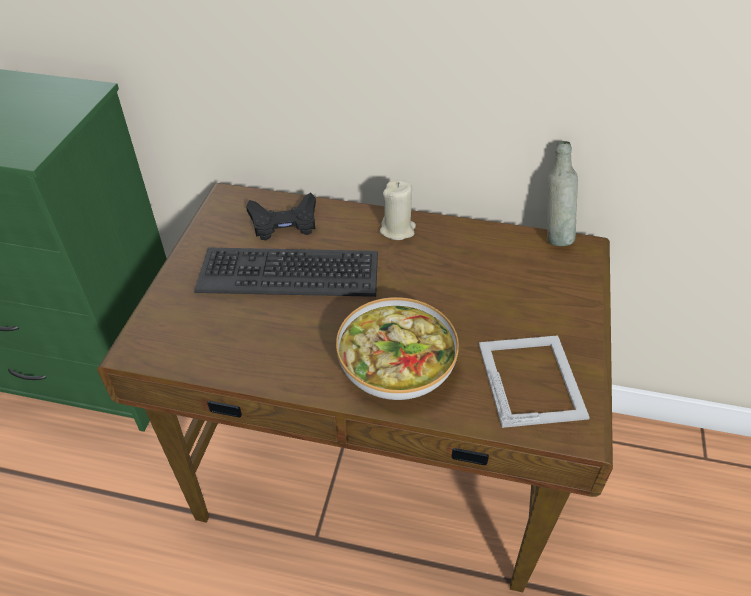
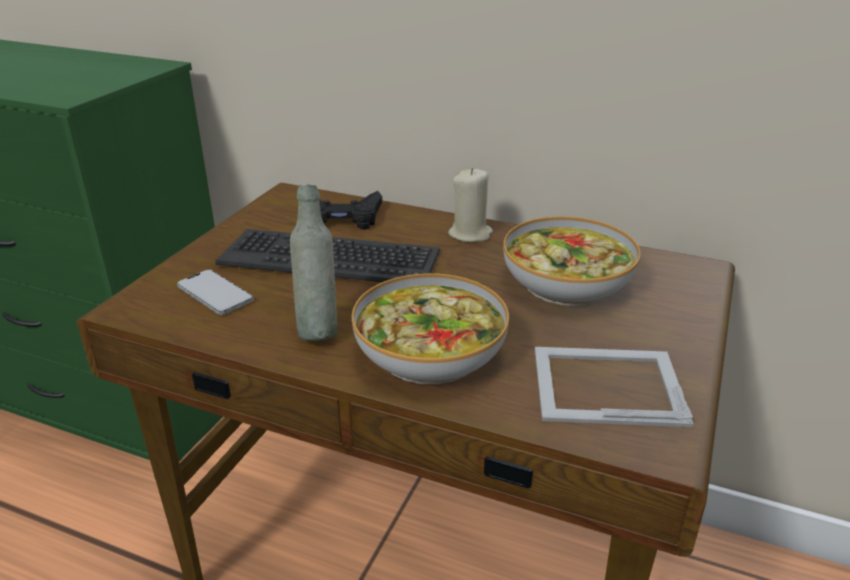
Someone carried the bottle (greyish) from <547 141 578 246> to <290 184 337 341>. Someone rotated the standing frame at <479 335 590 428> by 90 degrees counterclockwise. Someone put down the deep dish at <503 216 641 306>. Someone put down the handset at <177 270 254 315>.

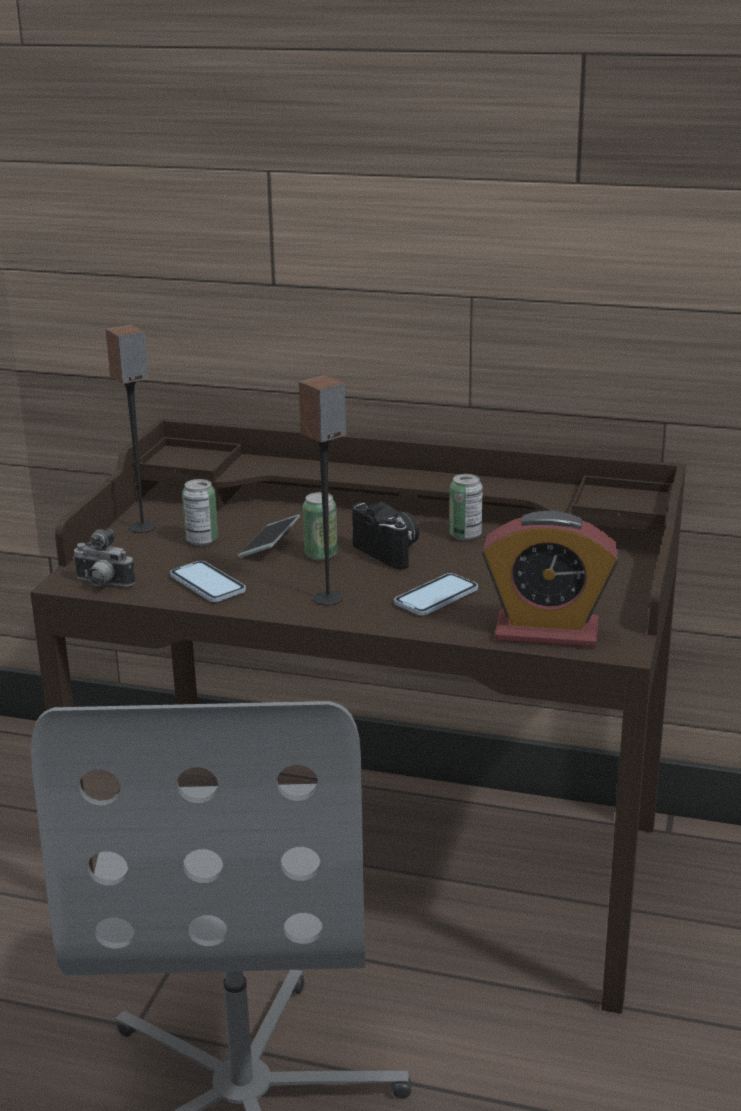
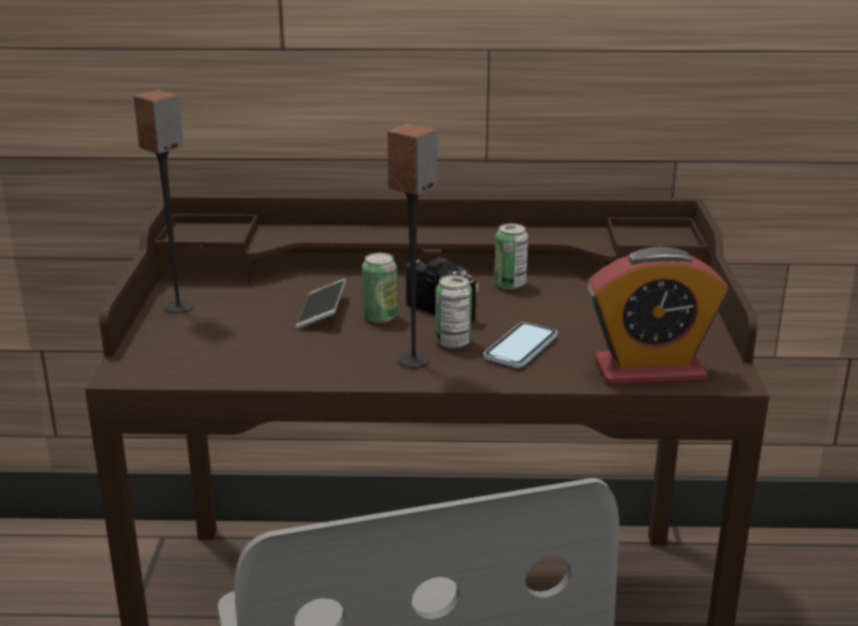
Someone carried the metal can from <182 479 218 546> to <435 275 472 349>. Someone took away the photo camera at <73 529 135 587>. Someone took away the handset at <170 561 246 602>.

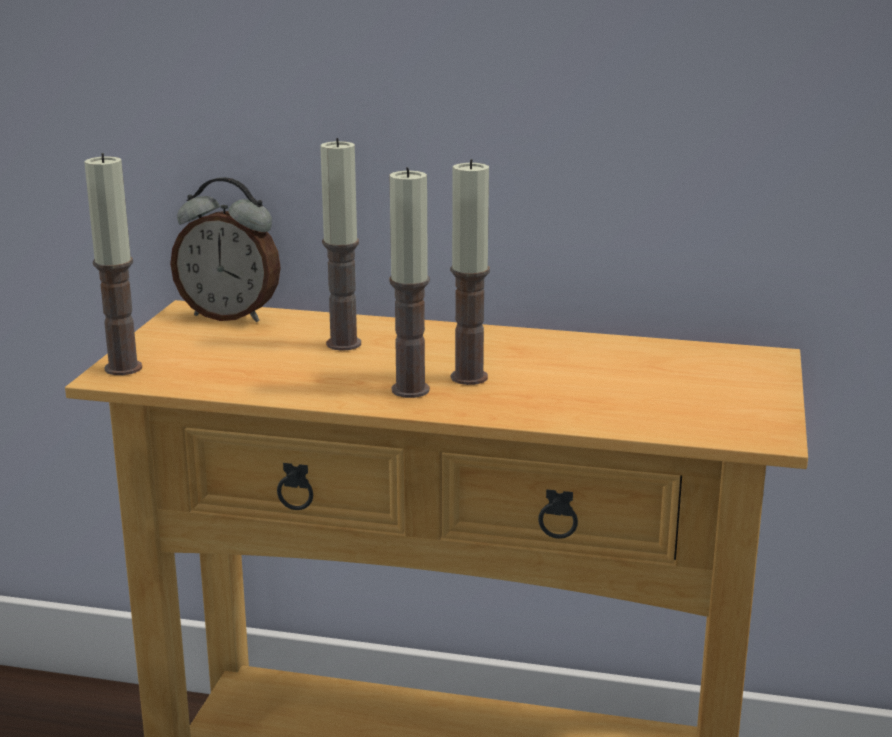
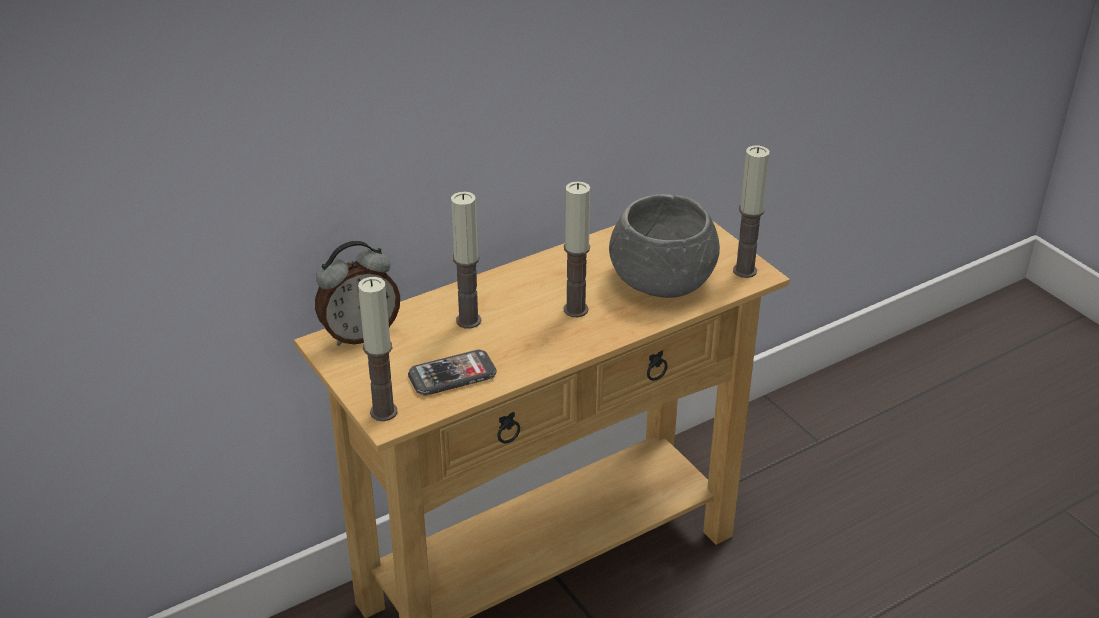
Someone carried the wax candle from <389 167 430 398> to <733 146 770 278>. Someone put down the deep dish (greyish) at <609 194 720 298>. Someone put down the handset at <408 350 497 396>.

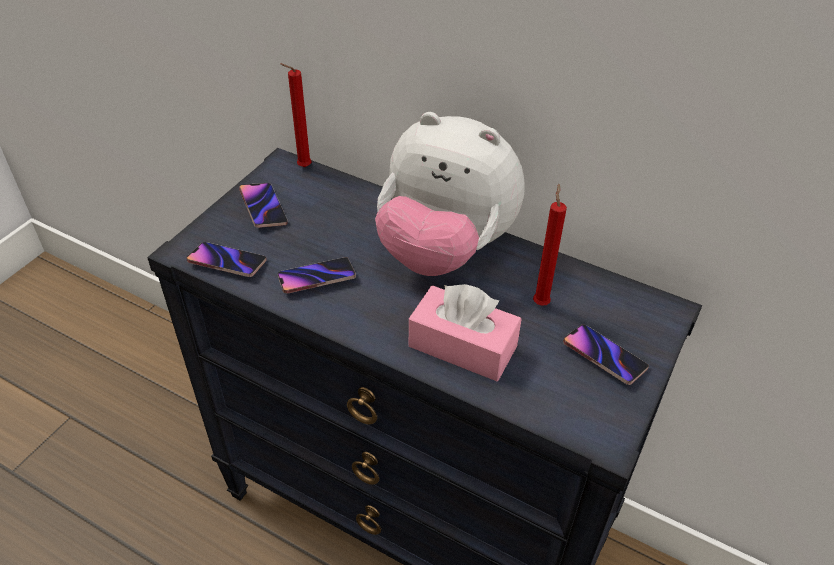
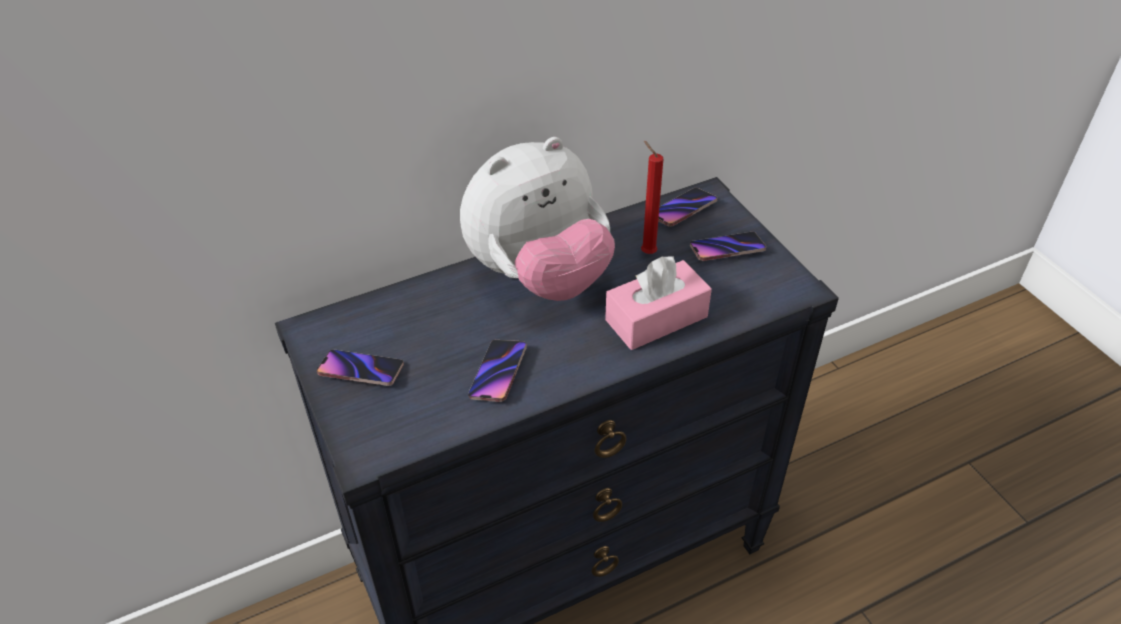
Someone took away the wax candle (red) at <280 63 312 167>. Someone carried the handset from <187 242 267 277> to <658 188 717 227>.

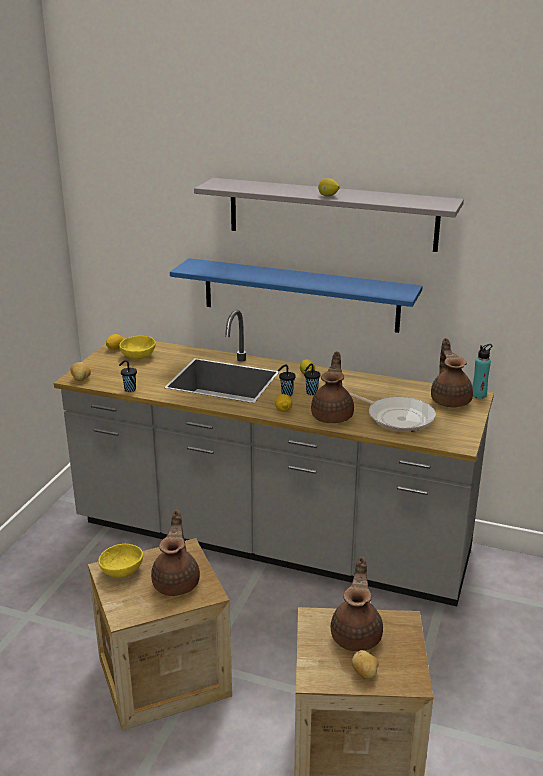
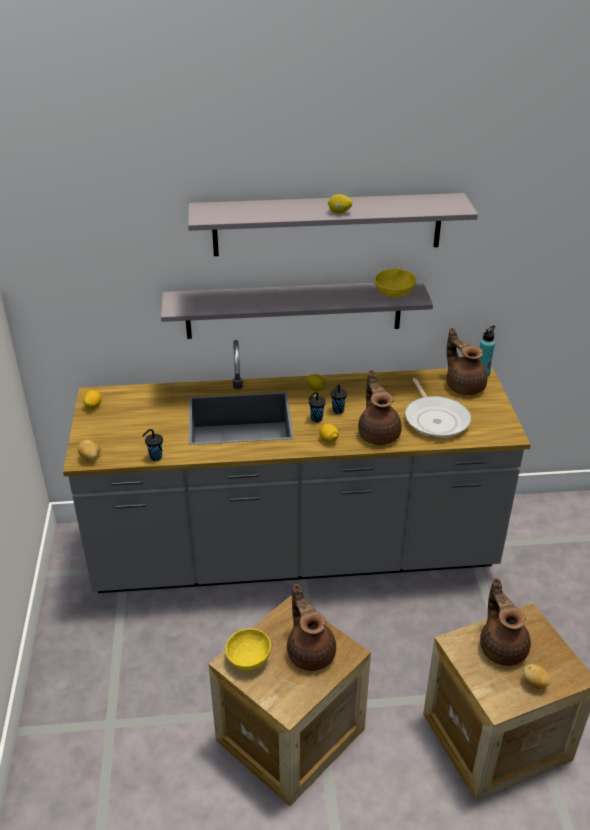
Someone repainted the shelf (bluish) at <170 258 423 333>, which became the shelf (greyish) at <161 281 433 339>. Someone carried the deep dish (yellowish) from <119 336 156 359> to <375 269 416 298>. Someone rotated the pan at <348 392 436 432> by 60 degrees clockwise.

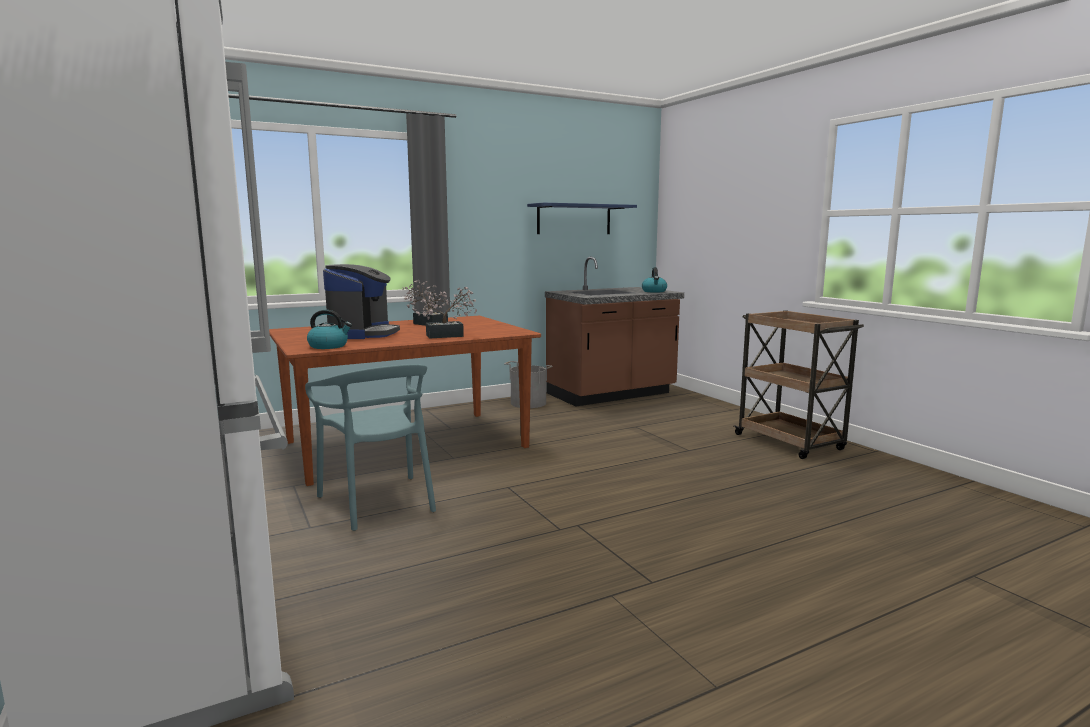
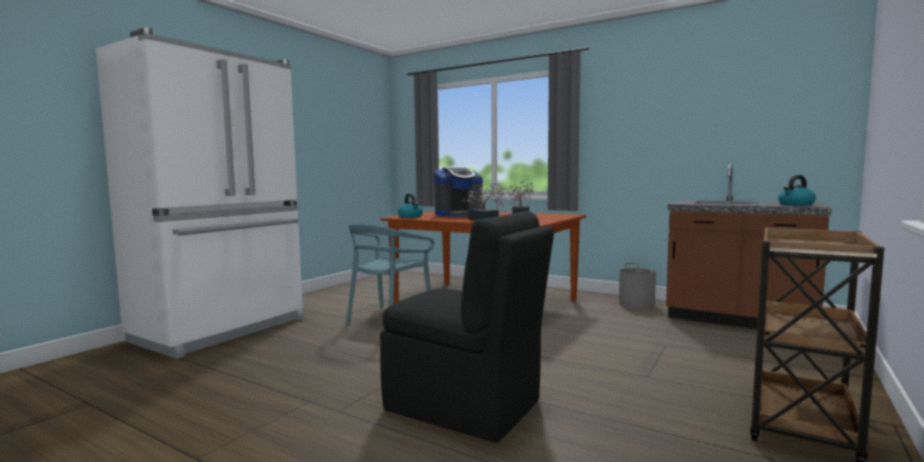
Someone took away the shelf (bluish) at <527 203 637 234>. Someone put down the upright chair (black) at <380 212 554 443>.

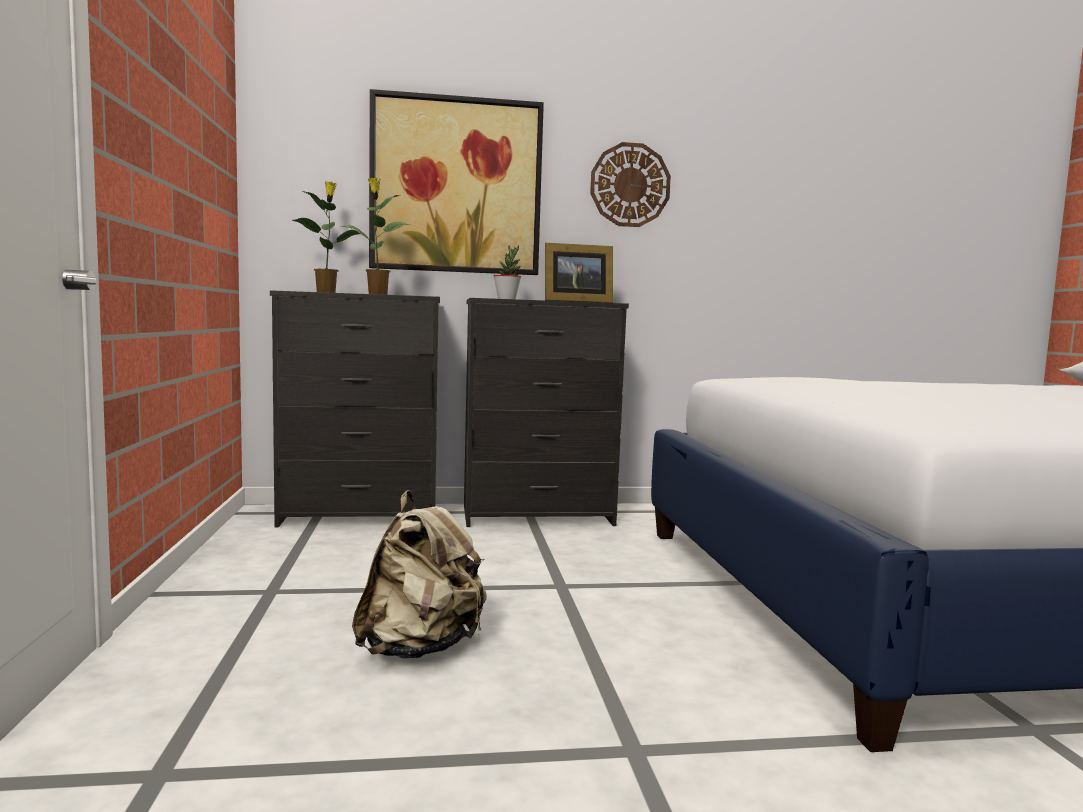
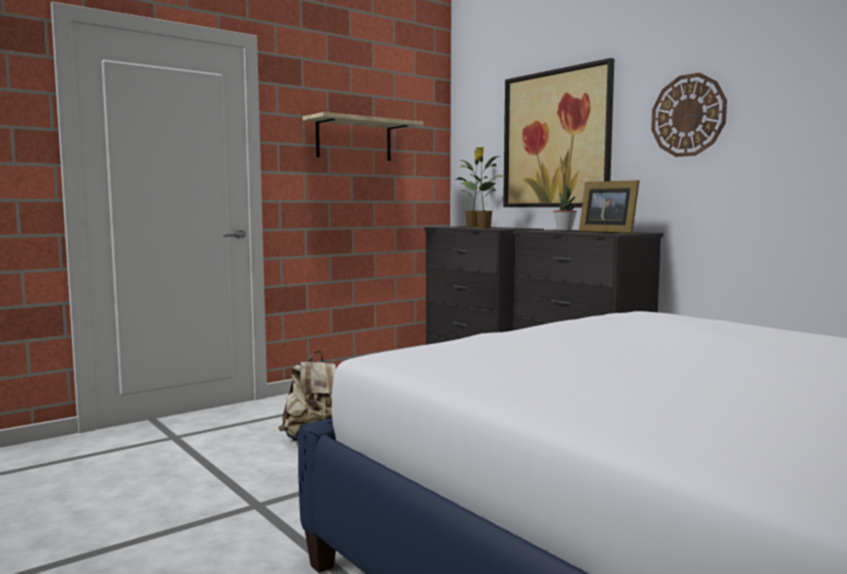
Someone put up the shelf at <303 112 423 161>.

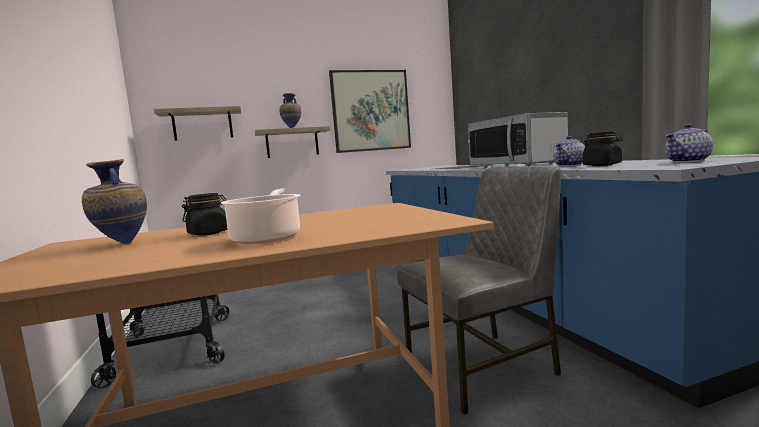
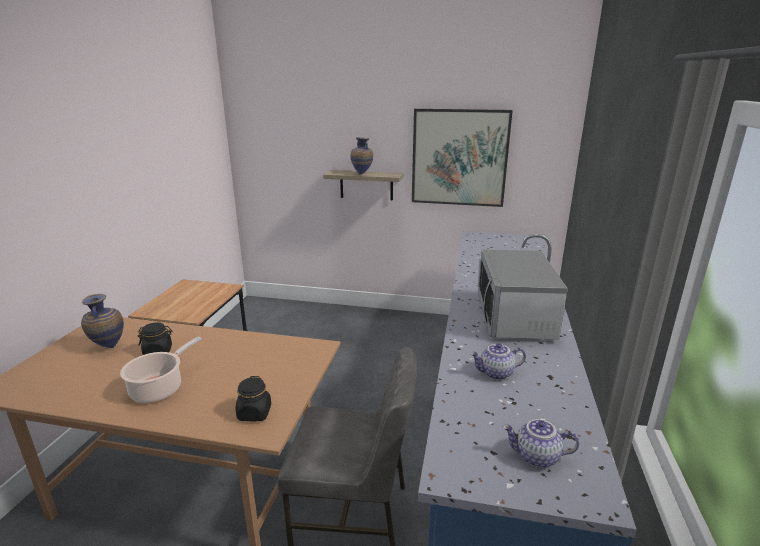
Someone took away the shelf at <154 106 241 141>. Someone carried the jar (black) from <583 131 623 166> to <236 376 271 421>.

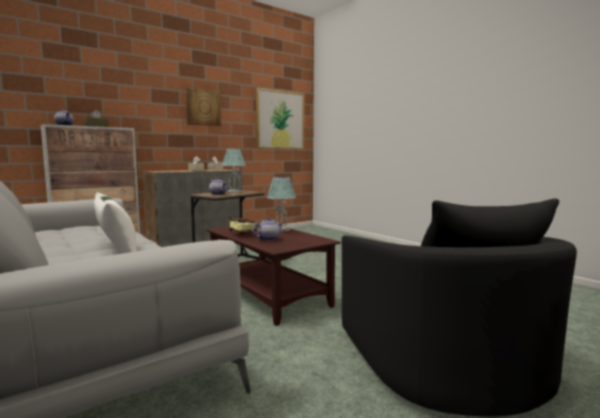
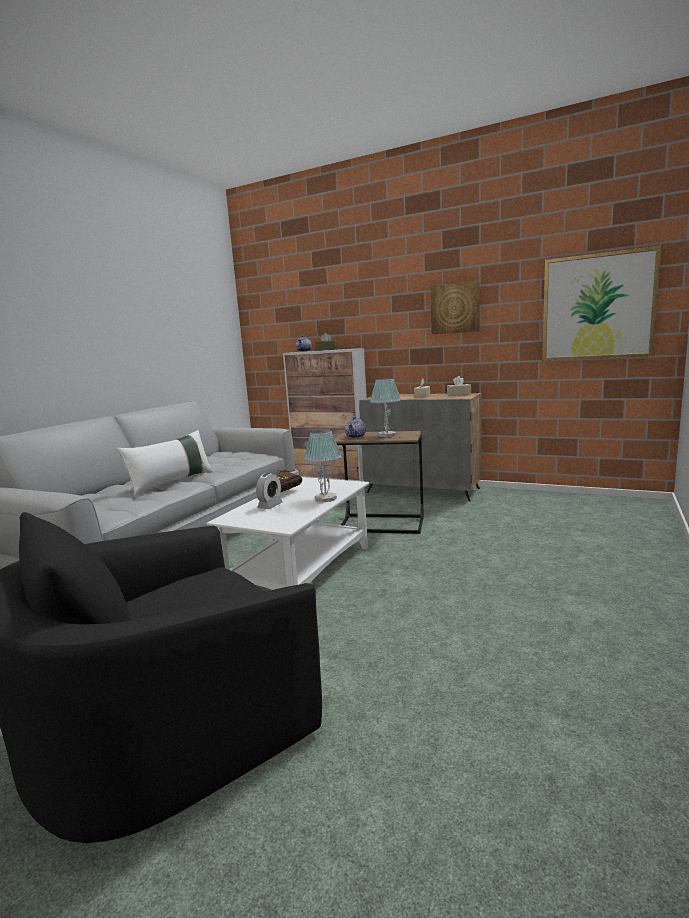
Someone swapped the pot for tea at <252 217 284 241> for the bedside clock at <256 473 283 509>. Someone repainted the low table (brown-coloured) at <206 222 340 326>, which became the low table (white-coloured) at <207 477 369 590>.

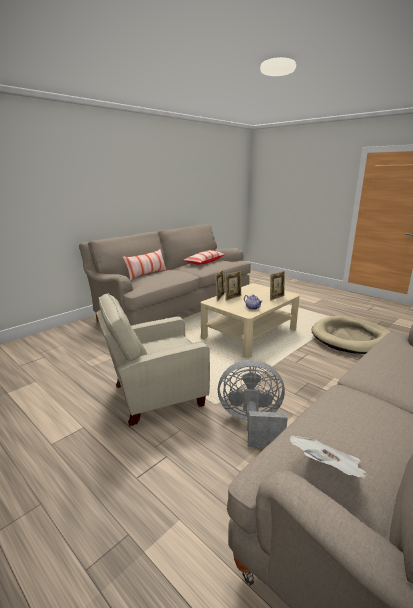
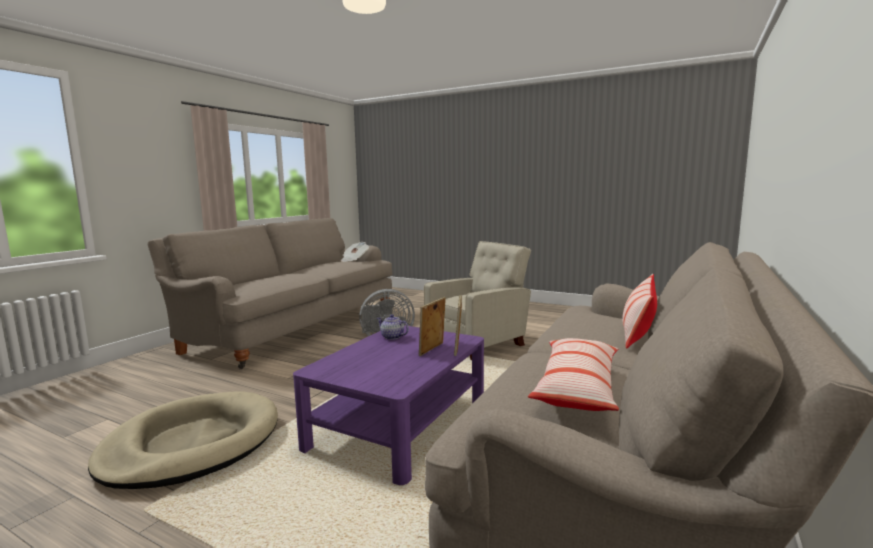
Someone took away the standing frame at <270 271 285 301>. Someone repainted the low table (beige-coloured) at <201 283 300 358>, which became the low table (purplish) at <293 325 484 485>.

